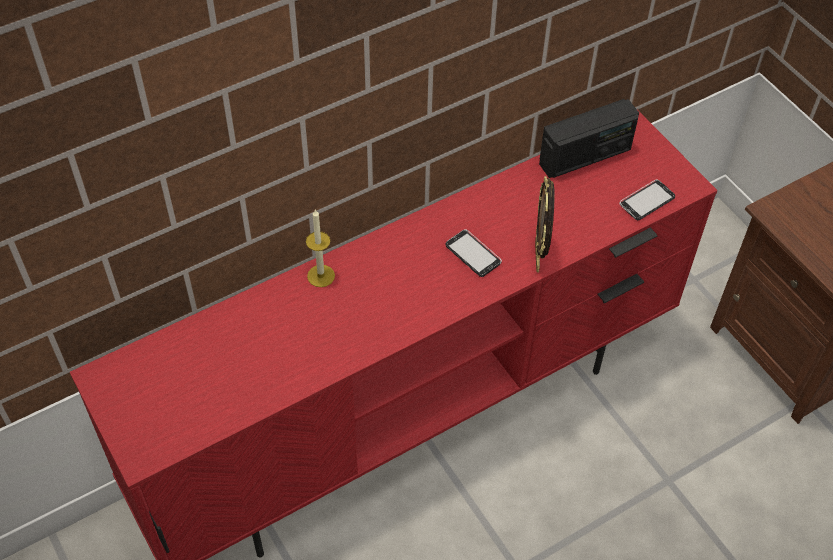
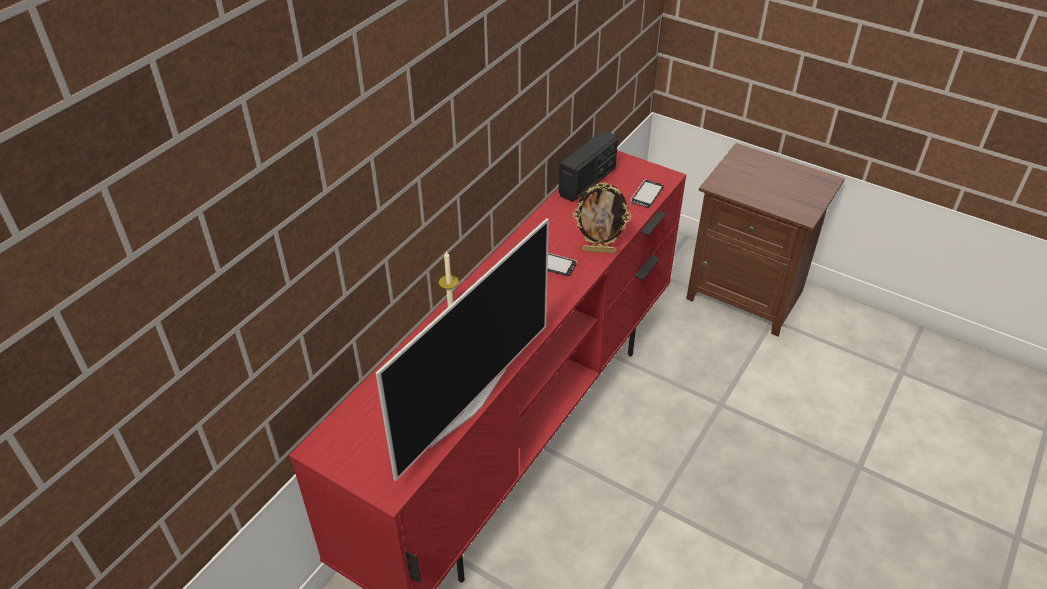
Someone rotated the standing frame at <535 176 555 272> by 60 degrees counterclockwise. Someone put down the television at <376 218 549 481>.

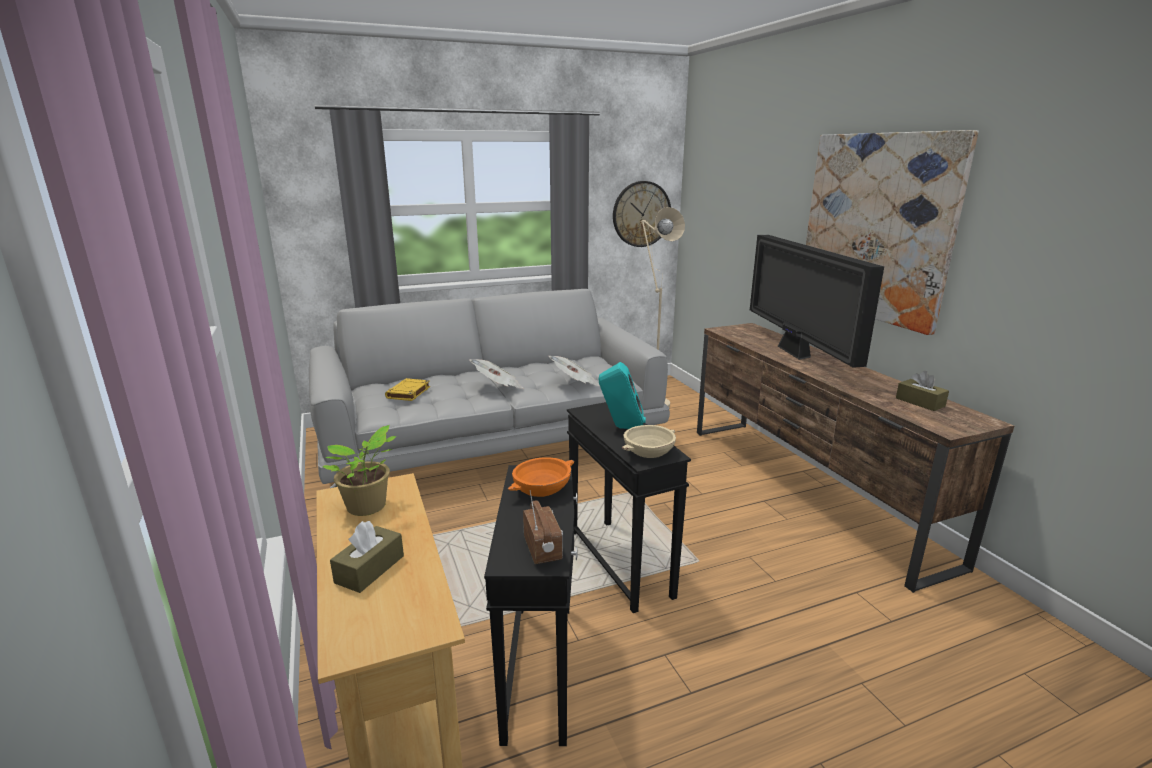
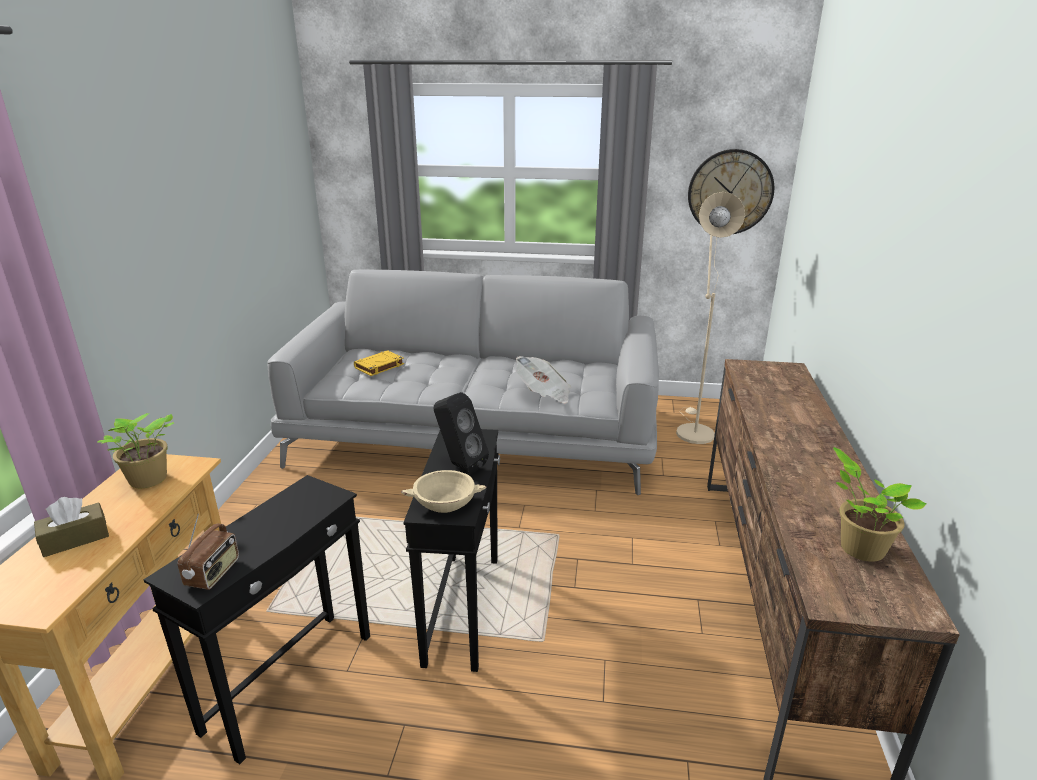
Someone took away the picture at <806 130 978 335>. Someone took away the television at <750 235 884 368>. Someone took away the daily paper at <469 359 524 389>. Someone repainted the audio speaker (turquoise-coloured) at <599 362 646 429>, which became the audio speaker (black) at <433 392 489 474>. Someone swapped the box of tissues (brown-coloured) at <896 371 949 411> for the potted plant at <833 447 926 562>. Someone took away the deep dish (orange) at <508 457 574 497>.

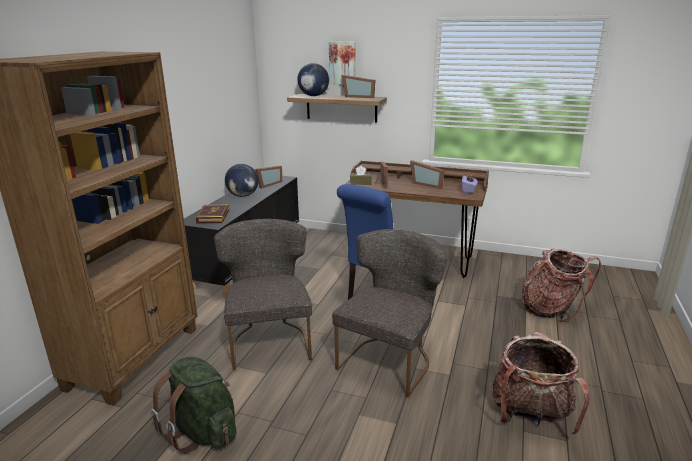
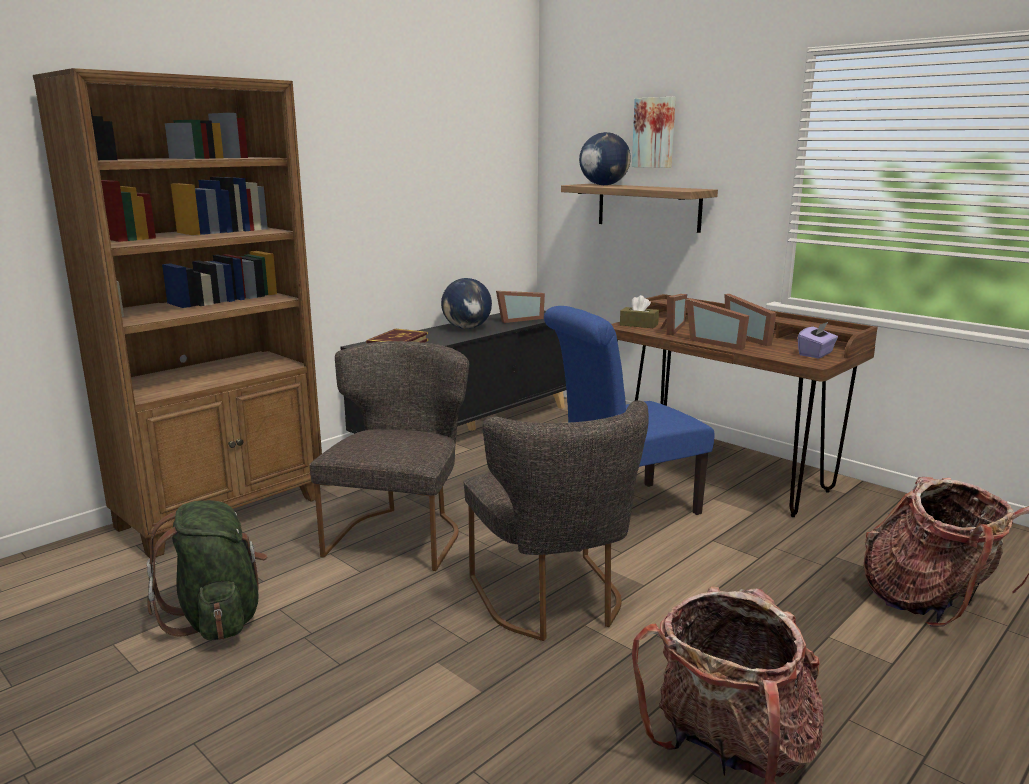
Someone carried the standing frame from <341 75 375 98> to <686 298 749 350>. Someone rotated the upright chair (greyish) at <332 229 447 397> by 105 degrees clockwise.

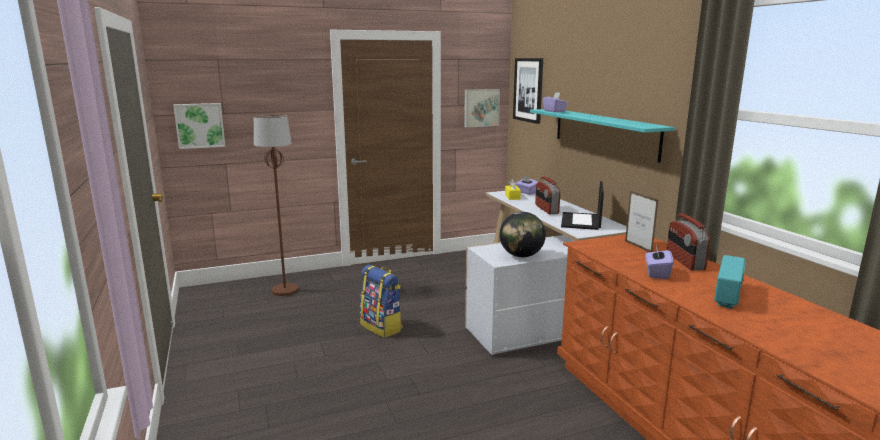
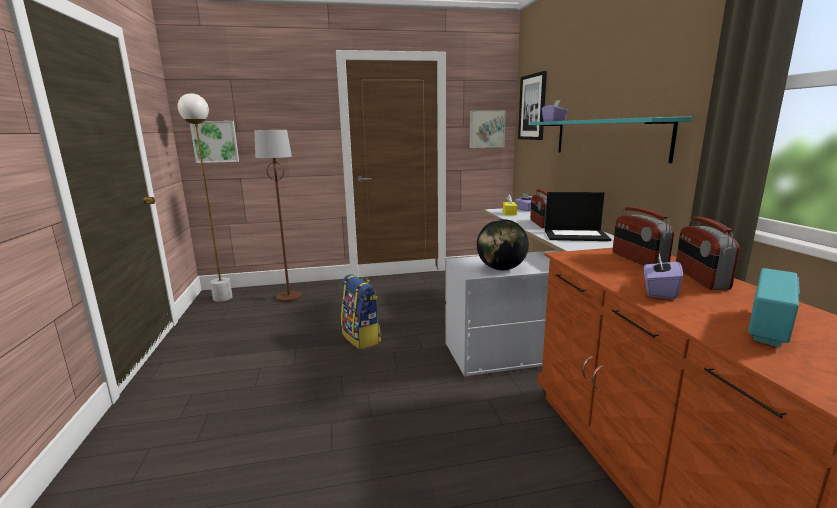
Someone rotated the notebook computer at <561 181 604 230> by 105 degrees counterclockwise. Someone swapped the standing frame at <625 191 658 252> for the radio at <613 207 674 266>. Someone put down the standard lamp (white-coloured) at <178 93 233 302>.

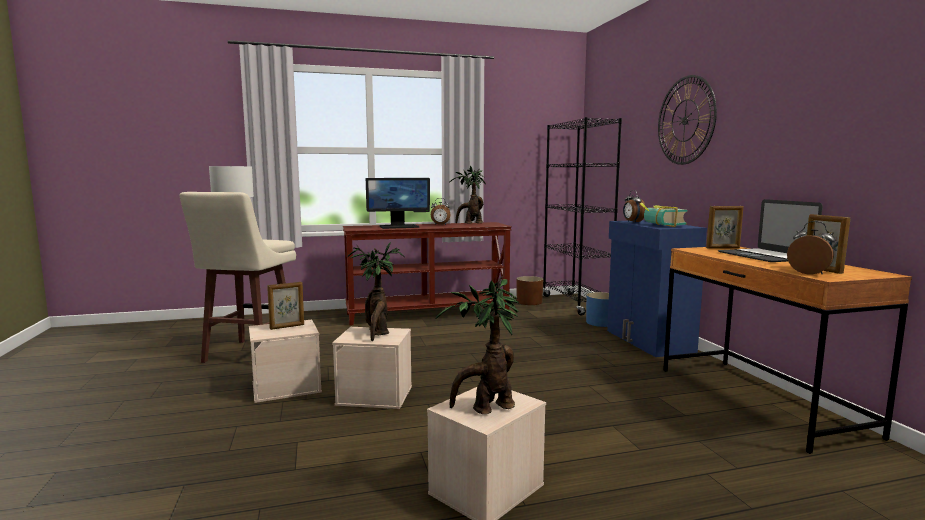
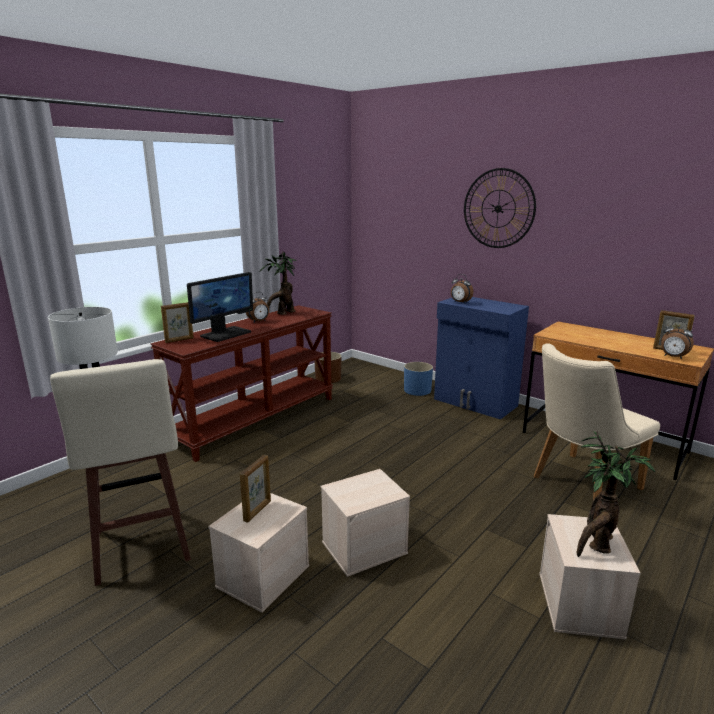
Someone took away the bookshelf (black) at <543 117 622 316>. Someone took away the notebook computer at <718 199 823 262>. Someone took away the book at <640 203 687 227>. Someone carried the standing frame from <706 206 743 249> to <161 302 194 343>. Someone rotated the bedside clock at <787 221 835 274> by 150 degrees counterclockwise. Someone took away the potted plant at <347 242 405 342>. Someone put down the upright chair (beige-coloured) at <534 344 660 499>.

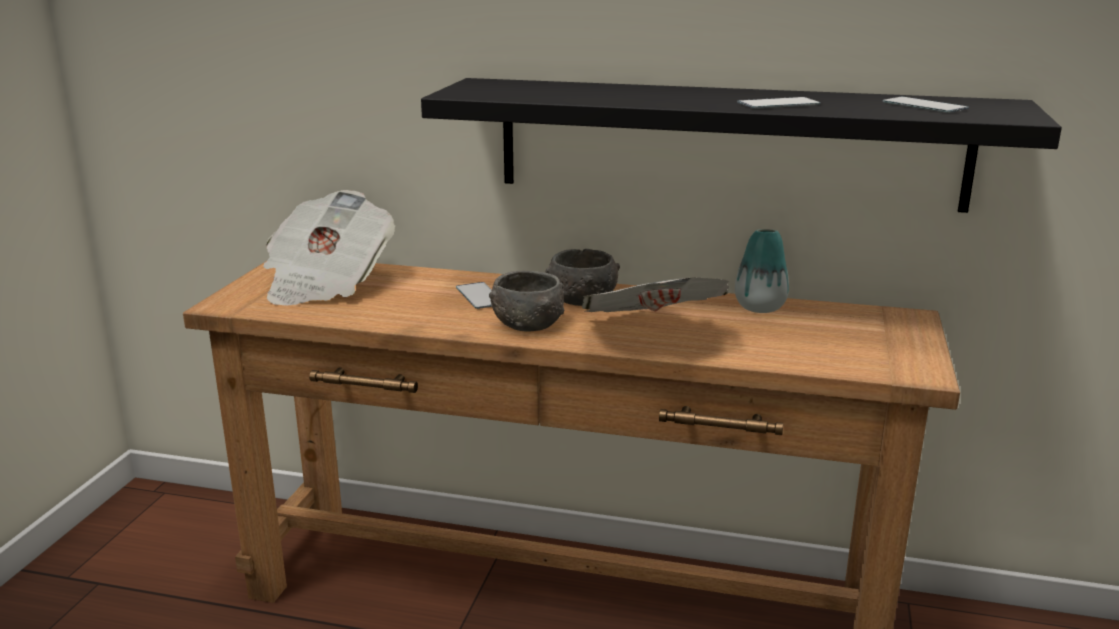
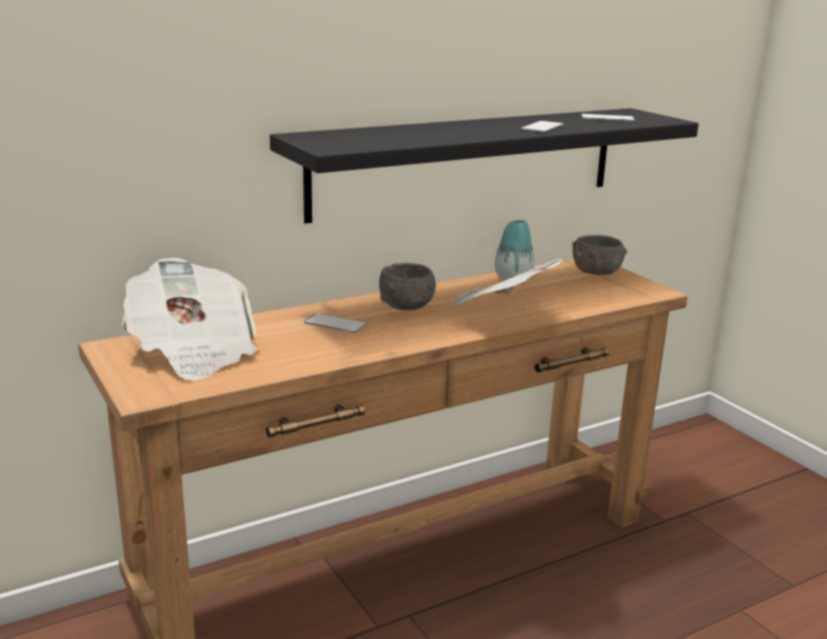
Someone carried the deep dish (greyish) from <489 270 564 332> to <572 235 627 275>.

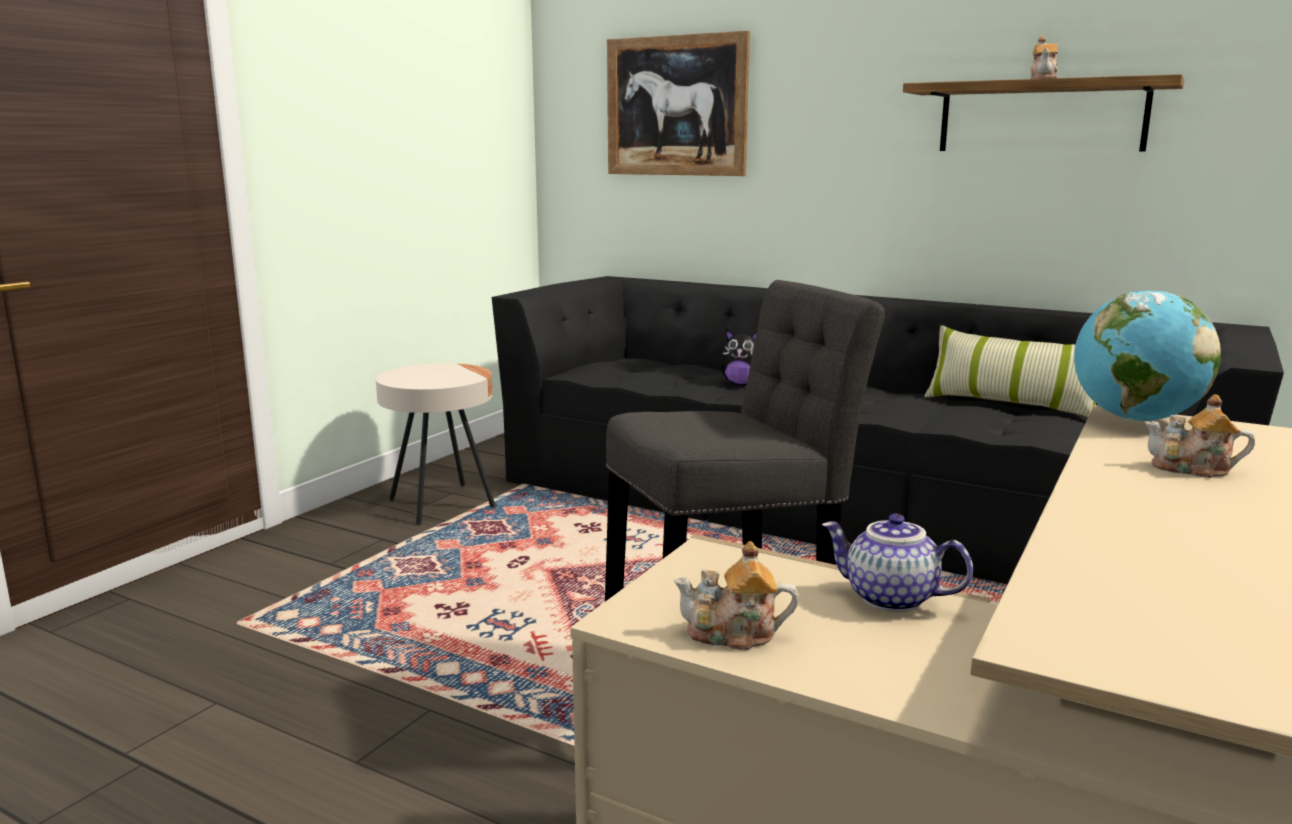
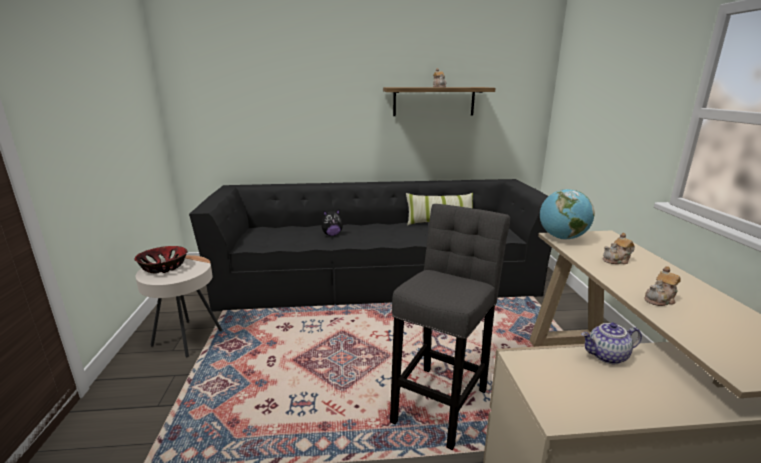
Someone took away the picture at <607 31 750 176>. Someone carried the pot for tea from <673 541 798 650> to <644 266 681 306>. Someone put down the deep dish at <135 246 187 273>.

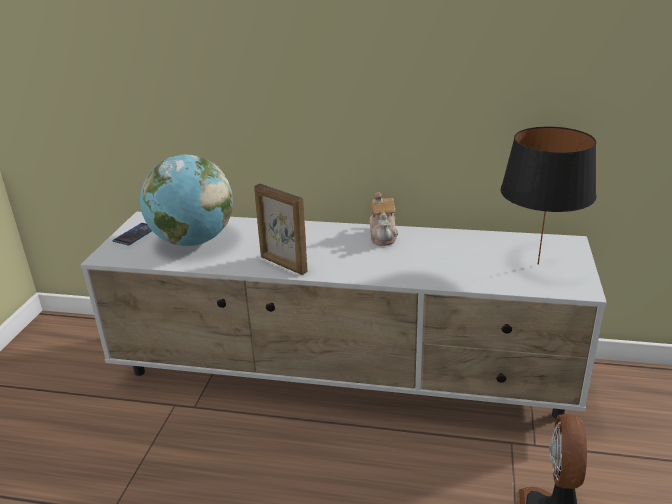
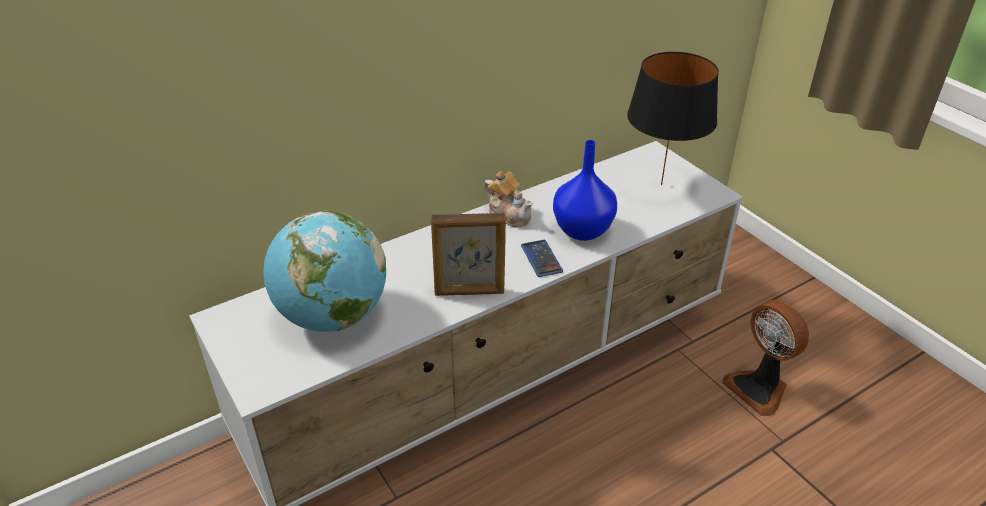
Someone carried the handset from <113 223 152 245> to <521 240 563 277>. Someone put down the decorative vase (bluish) at <553 140 617 241>.

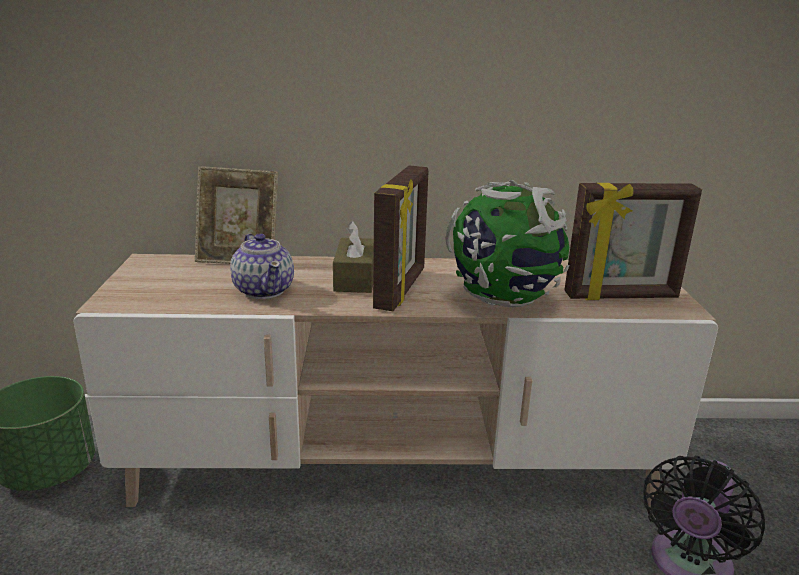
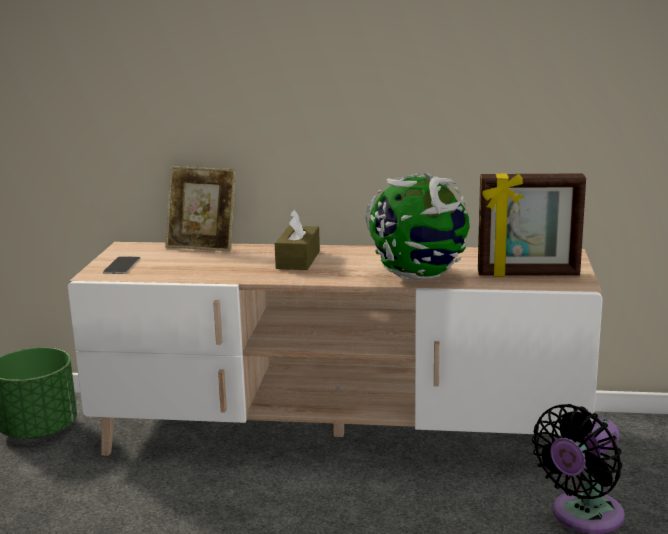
Someone took away the standing frame at <373 165 428 311>. Someone took away the pot for tea at <230 233 294 299>. Someone put down the handset at <103 256 140 274>.

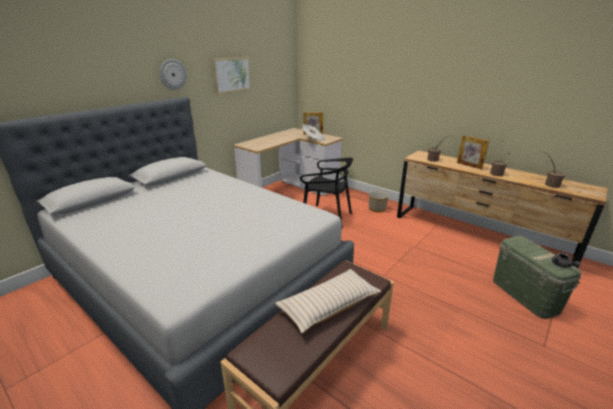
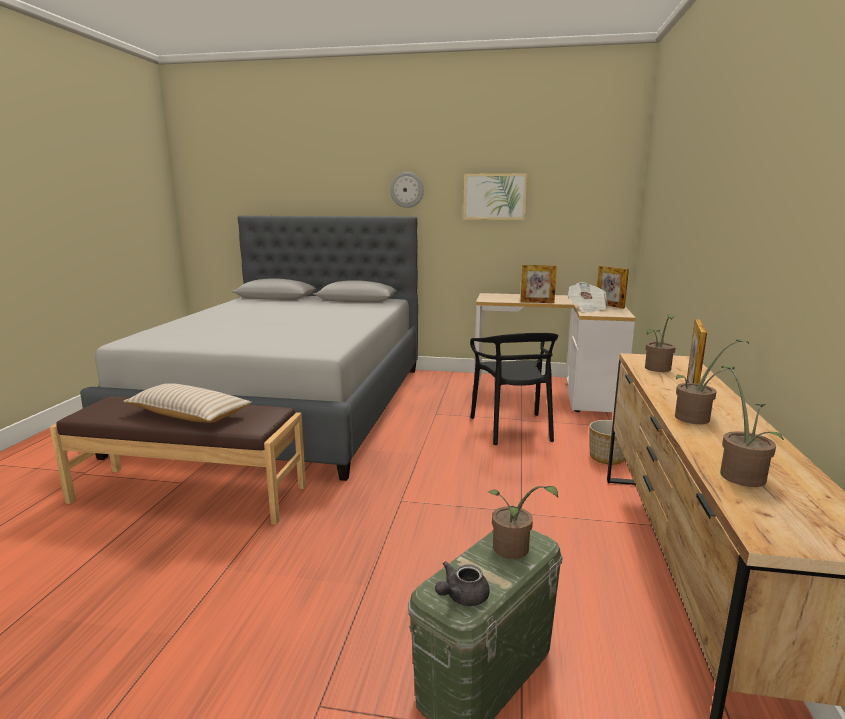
Someone put down the standing frame at <521 265 557 303>. Someone put down the potted plant at <488 486 558 559>.

